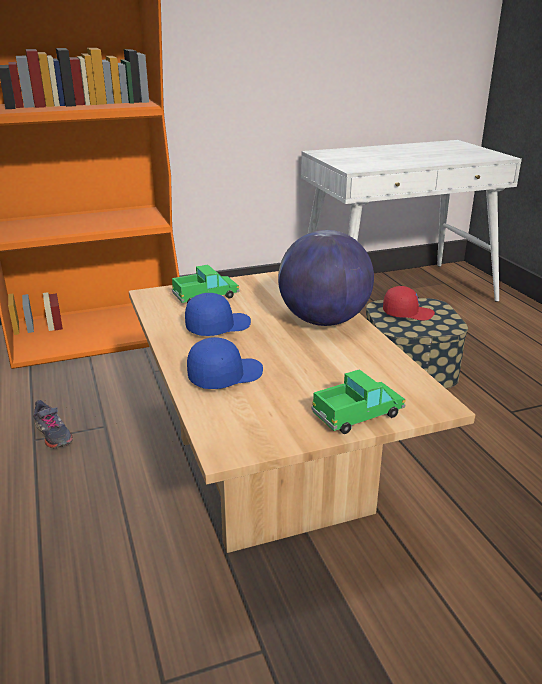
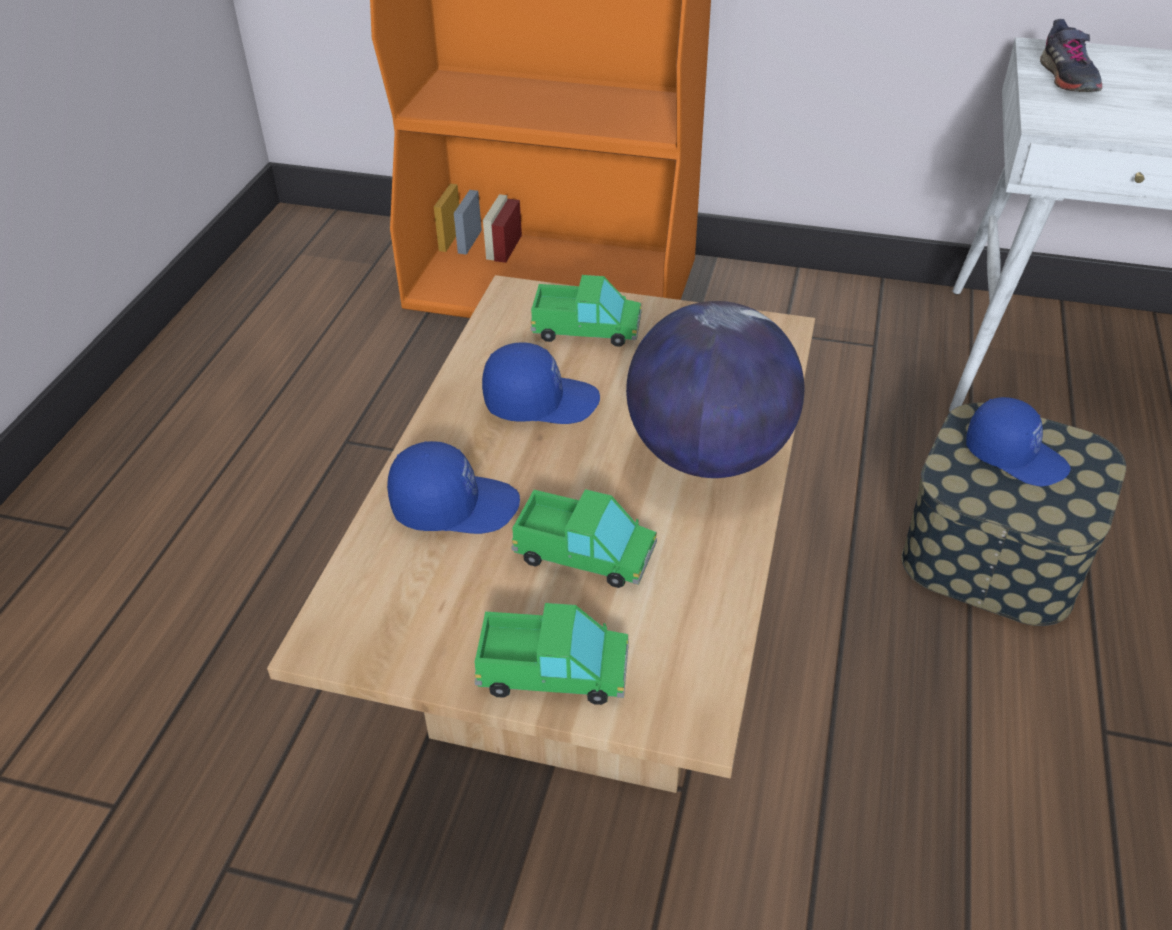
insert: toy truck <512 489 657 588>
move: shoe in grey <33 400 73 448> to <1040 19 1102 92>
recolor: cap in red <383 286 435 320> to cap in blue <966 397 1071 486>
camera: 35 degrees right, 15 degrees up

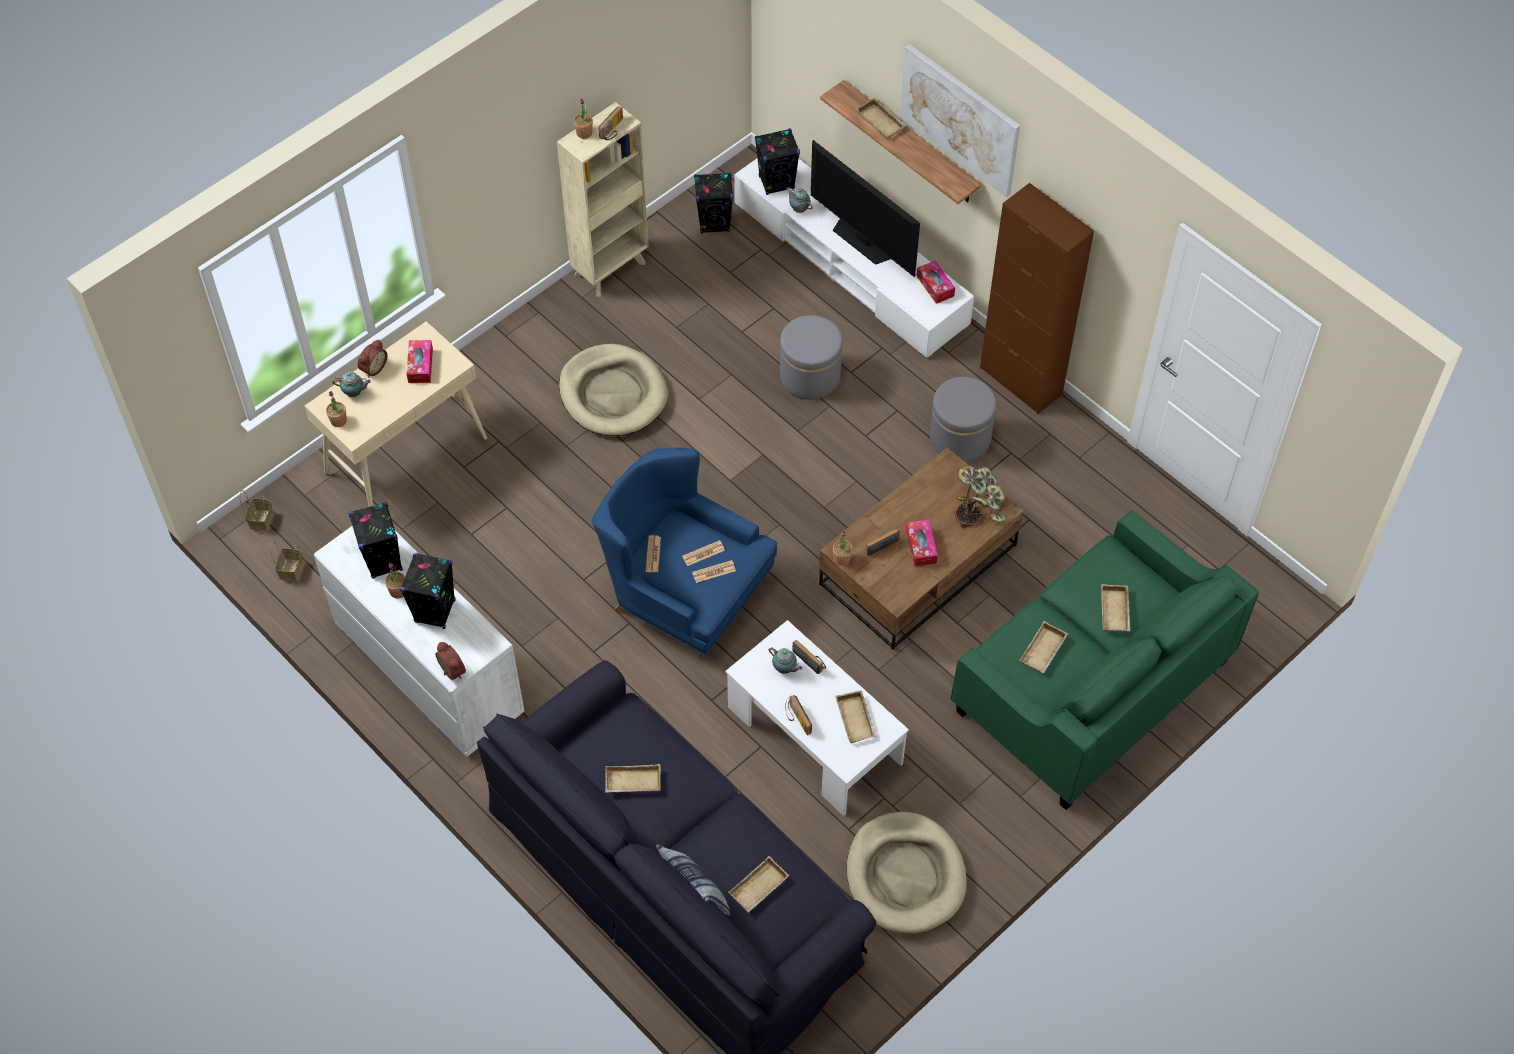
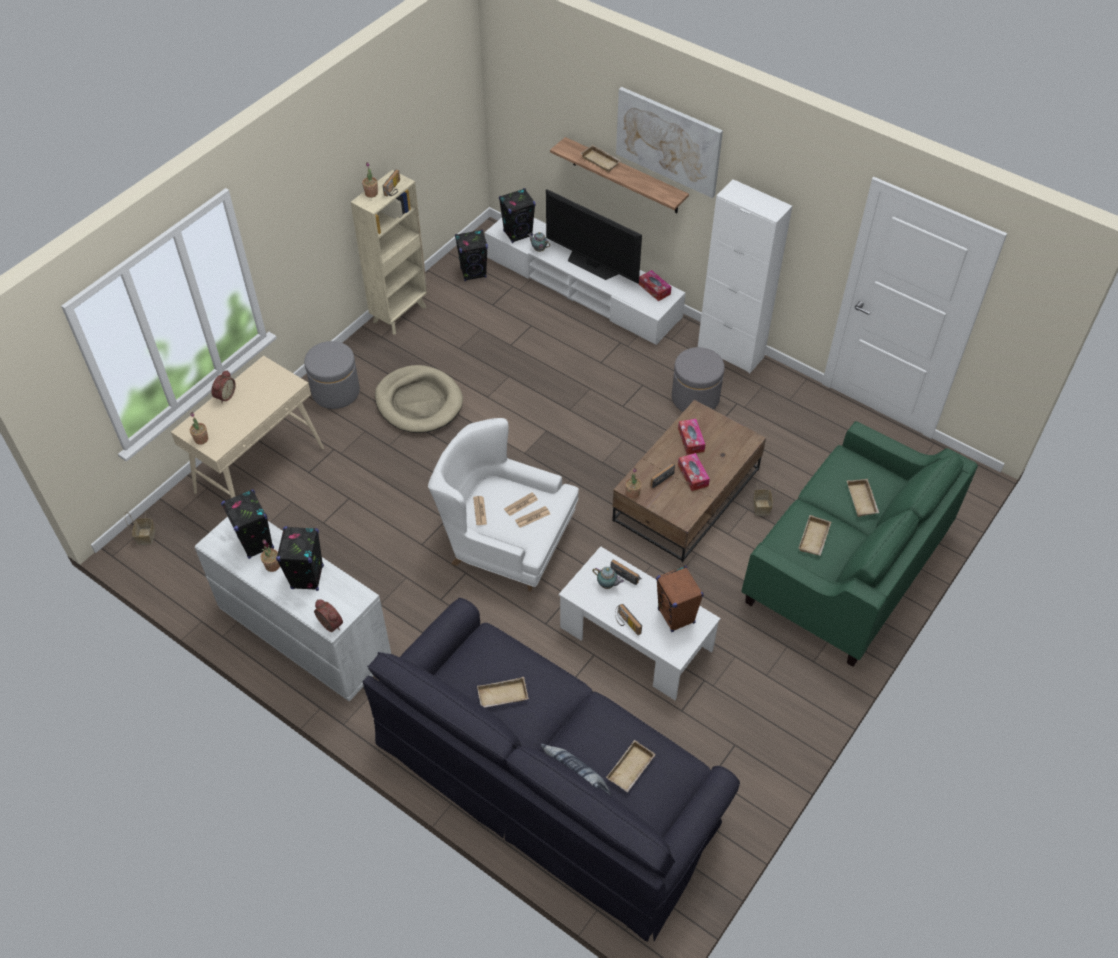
delete: teapot <332 371 371 397>; dog bed in beige <847 812 967 934>; potted plant <955 465 1006 526>
move: basket <271 541 303 581> to <753 482 777 516>; tissue box <407 340 433 383> to <678 419 705 455>; ottoman in grey <780 315 843 400> to <304 341 360 409>
replace: tray in beige <835 690 876 743> to speaker in brown <656 565 704 632>
recolor: armchair in blue <592 447 777 658> to armchair in white <428 418 579 591>; cabinet in brown <980 183 1094 414> to cabinet in white <698 179 792 373>
camera: 10 degrees left, 5 degrees down

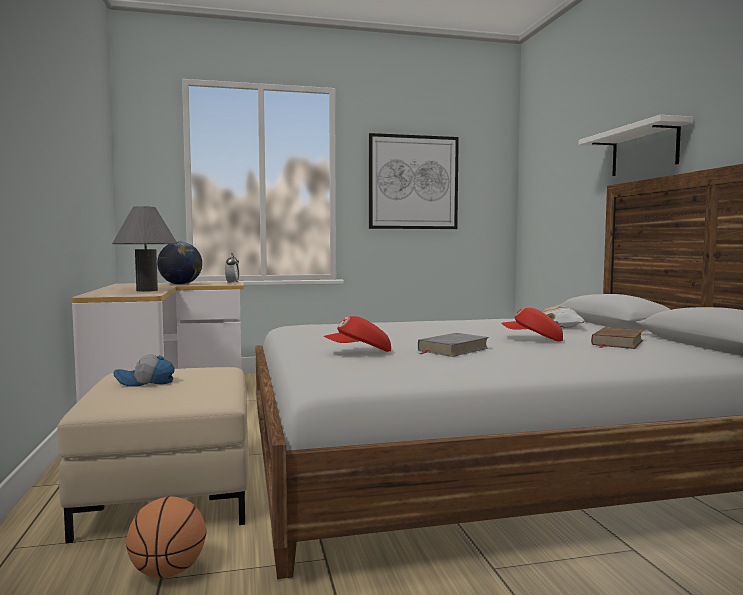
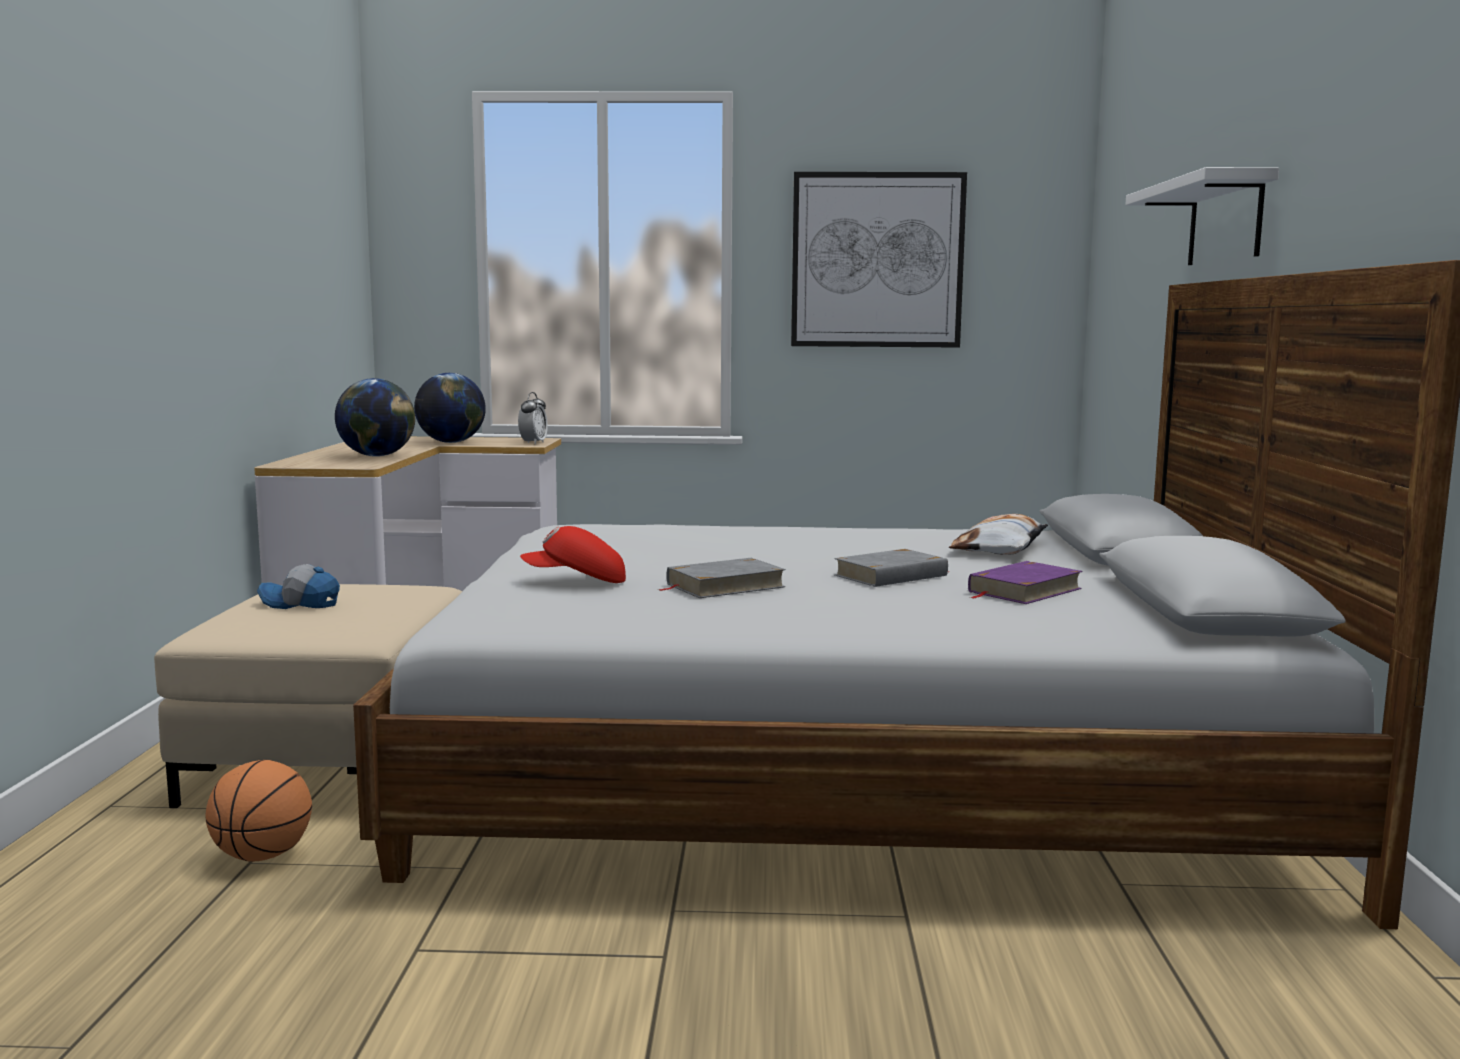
replace: table lamp in grey <112 206 177 292> to globe <335 378 415 457>; cap in red <501 307 563 342> to book in grey <835 549 948 587>
recolor: book in brown <591 327 644 349> to book in purple <968 561 1083 604>
camera: 15 degrees right, 5 degrees up

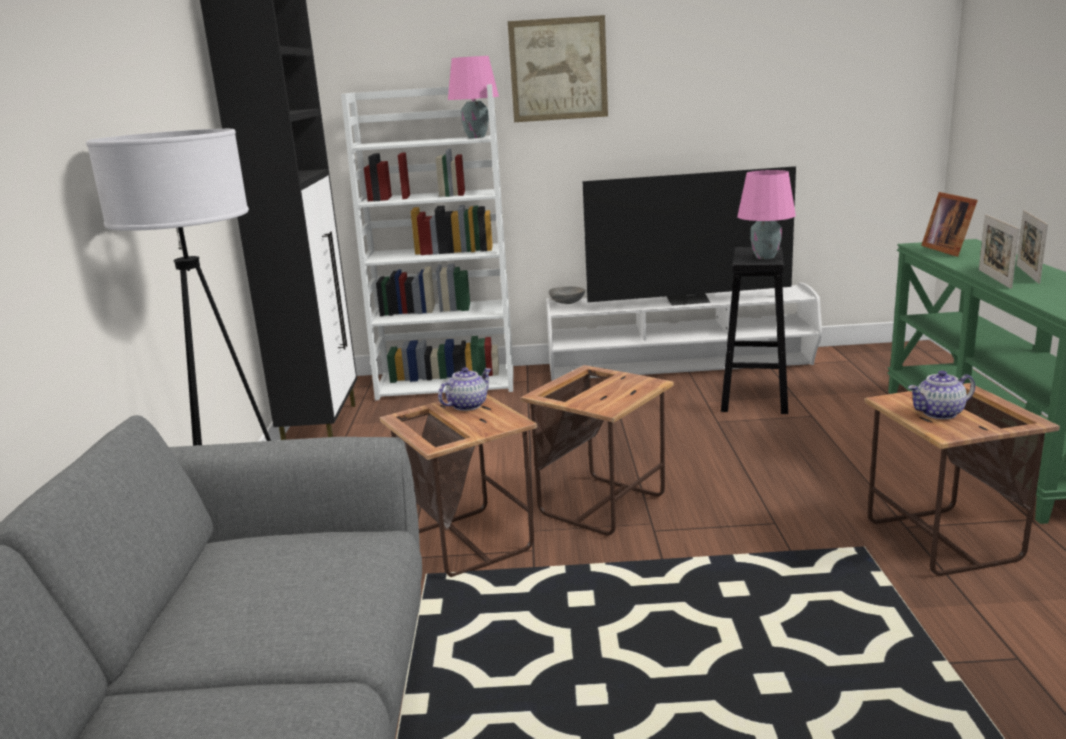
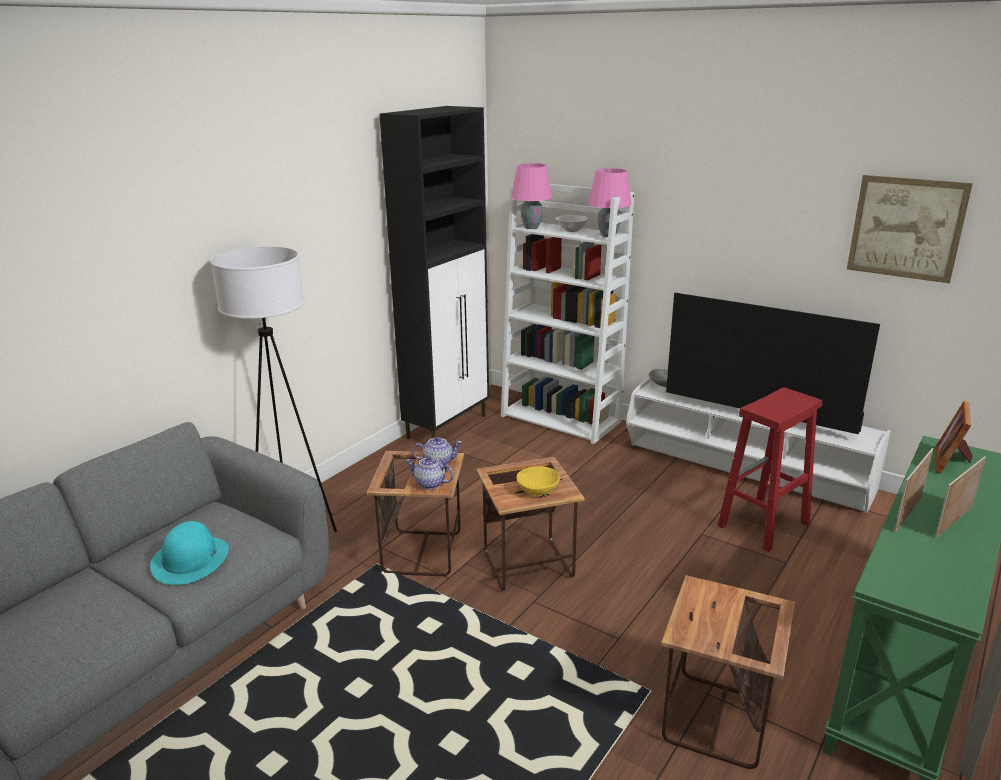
insert: hat in turquoise <150 521 229 585>; bowl in yellow <517 466 560 496>; bowl in white <556 215 589 232>
move: picture <508 15 608 122> to <847 175 973 283>; table lamp in pink <737 170 796 259> to <511 163 552 229>; teapot <908 370 975 419> to <406 456 454 489>
recolor: stool in black <721 247 788 414> to stool in red <718 387 822 552>
camera: 35 degrees right, 5 degrees up

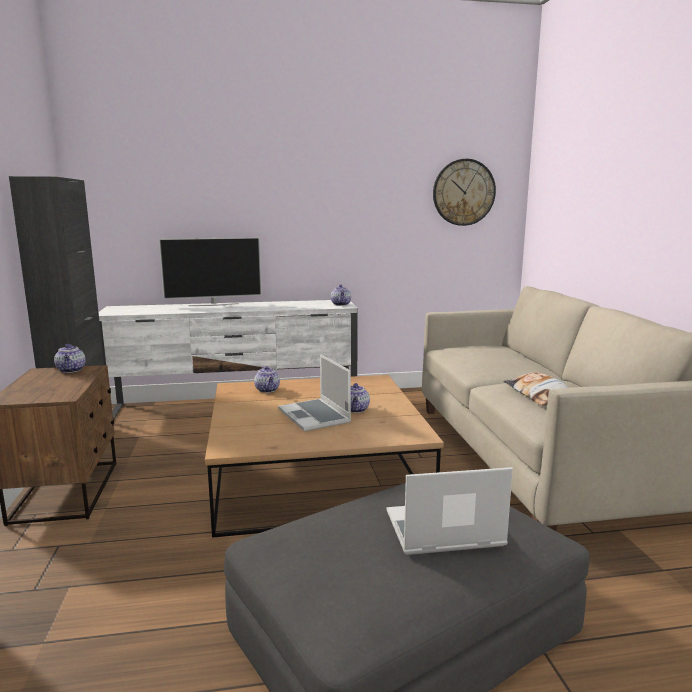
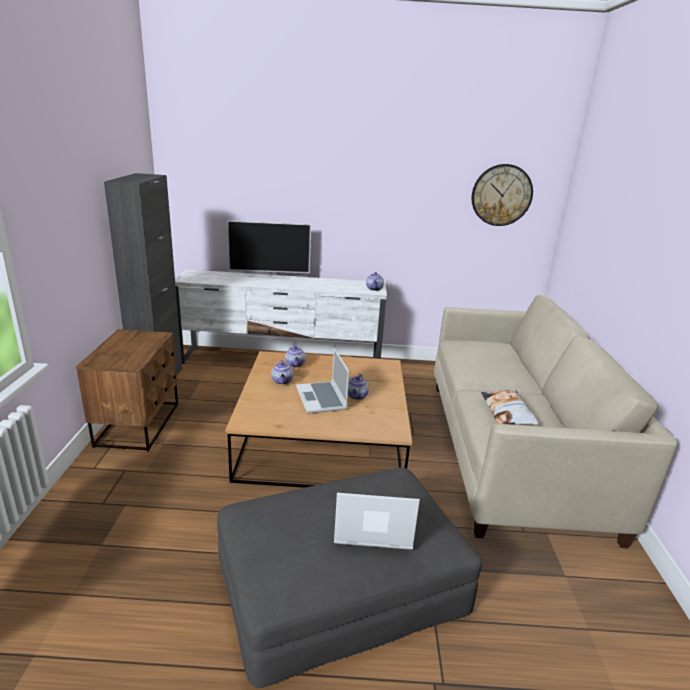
move: teapot <54 344 86 373> to <271 360 293 385>
camera: 10 degrees right, 10 degrees up

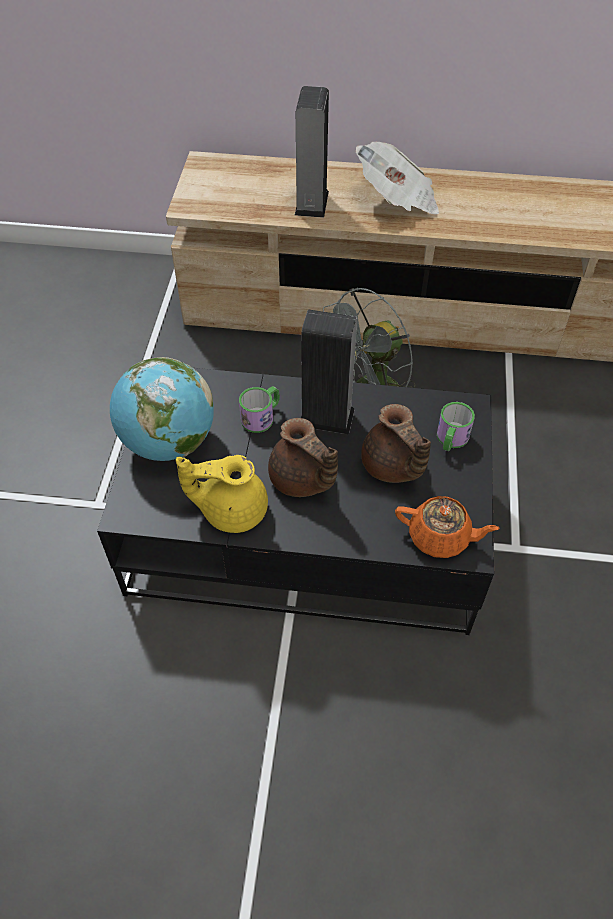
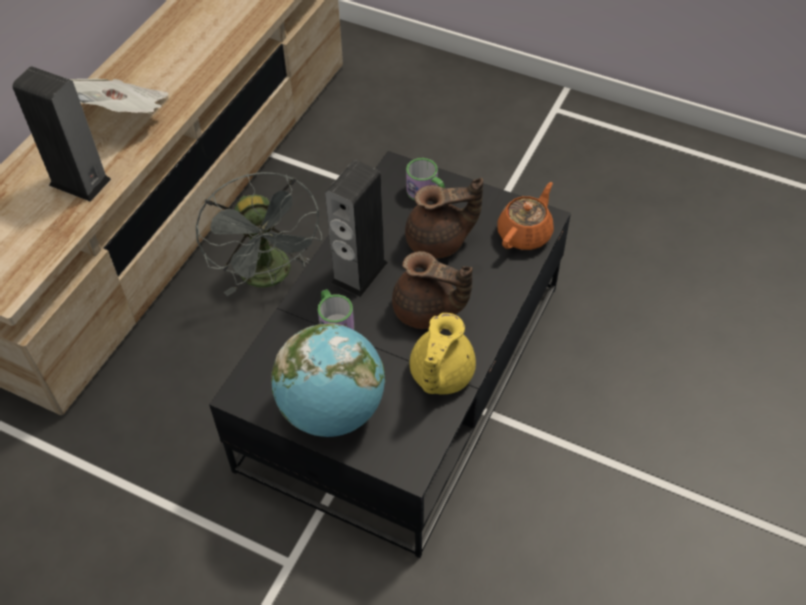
rotate: teapot in brown <268 418 338 497> = <392 251 473 329> 45 degrees clockwise
camera: 70 degrees left, 0 degrees up

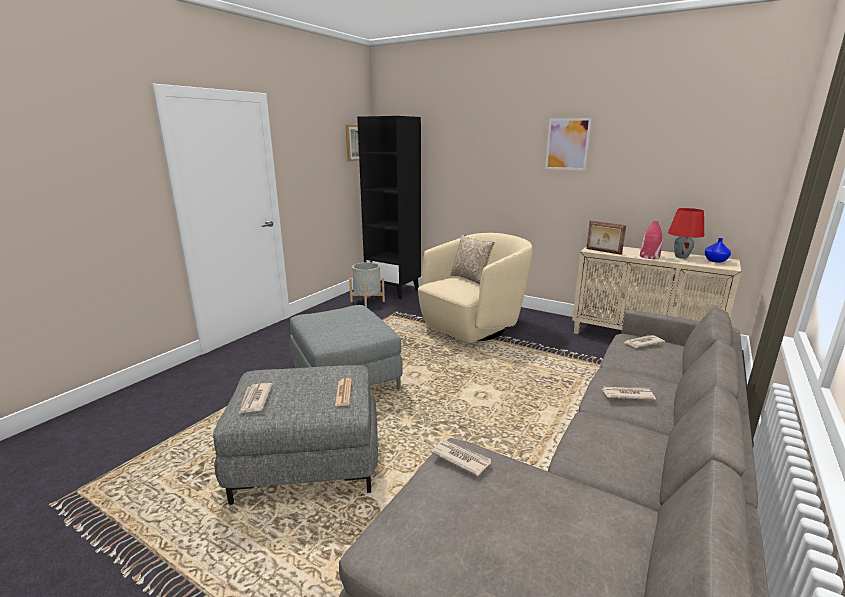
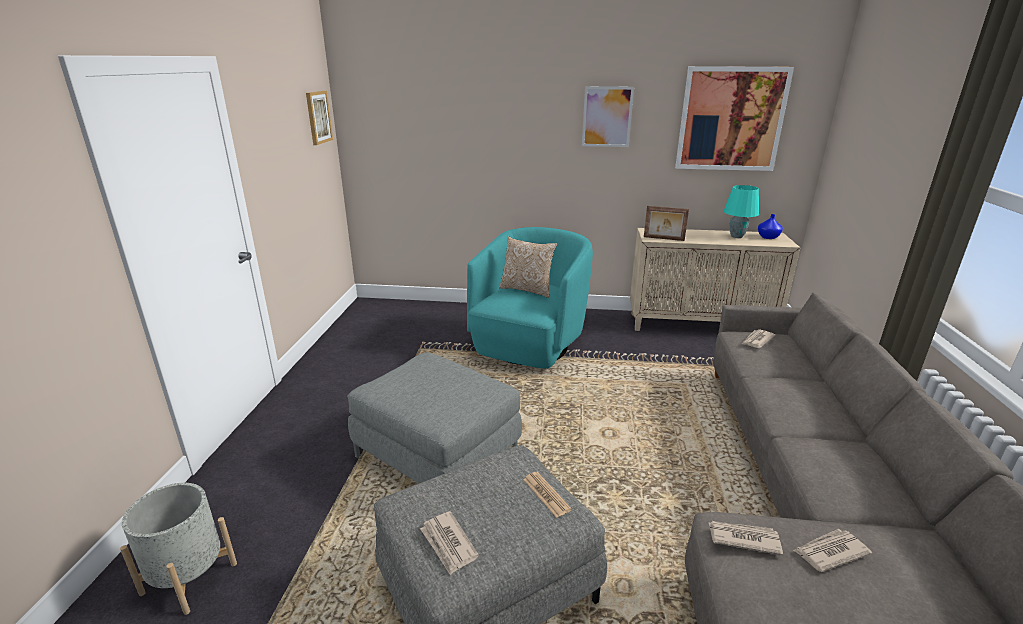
delete: bookcase in black <357 116 421 299>; vase in red <640 221 663 259>
insert: picture <675 66 794 171>
move: planter in grey <349 262 385 307> to <120 483 237 615>; newspaper <602 387 656 400> to <793 529 872 572>
recolor: armchair in beige <418 233 533 343> to armchair in turquoise <467 227 593 369>; table lamp in red <668 208 704 259> to table lamp in turquoise <724 185 759 238>
camera: 25 degrees left, 5 degrees up

